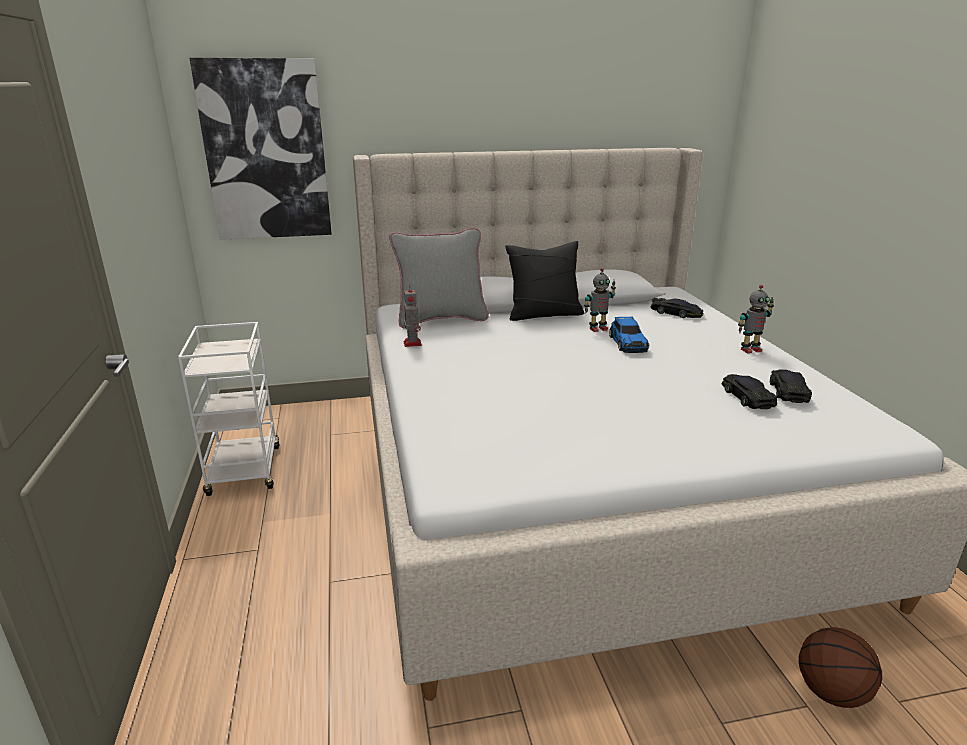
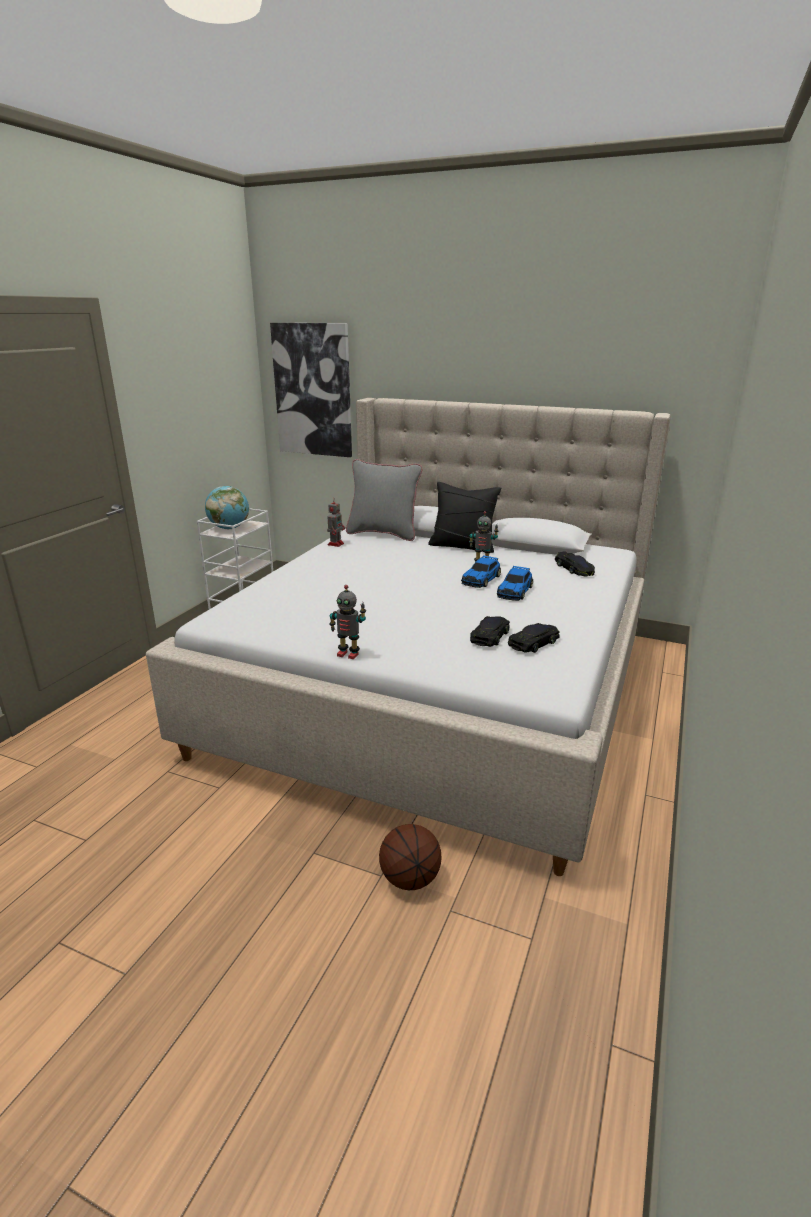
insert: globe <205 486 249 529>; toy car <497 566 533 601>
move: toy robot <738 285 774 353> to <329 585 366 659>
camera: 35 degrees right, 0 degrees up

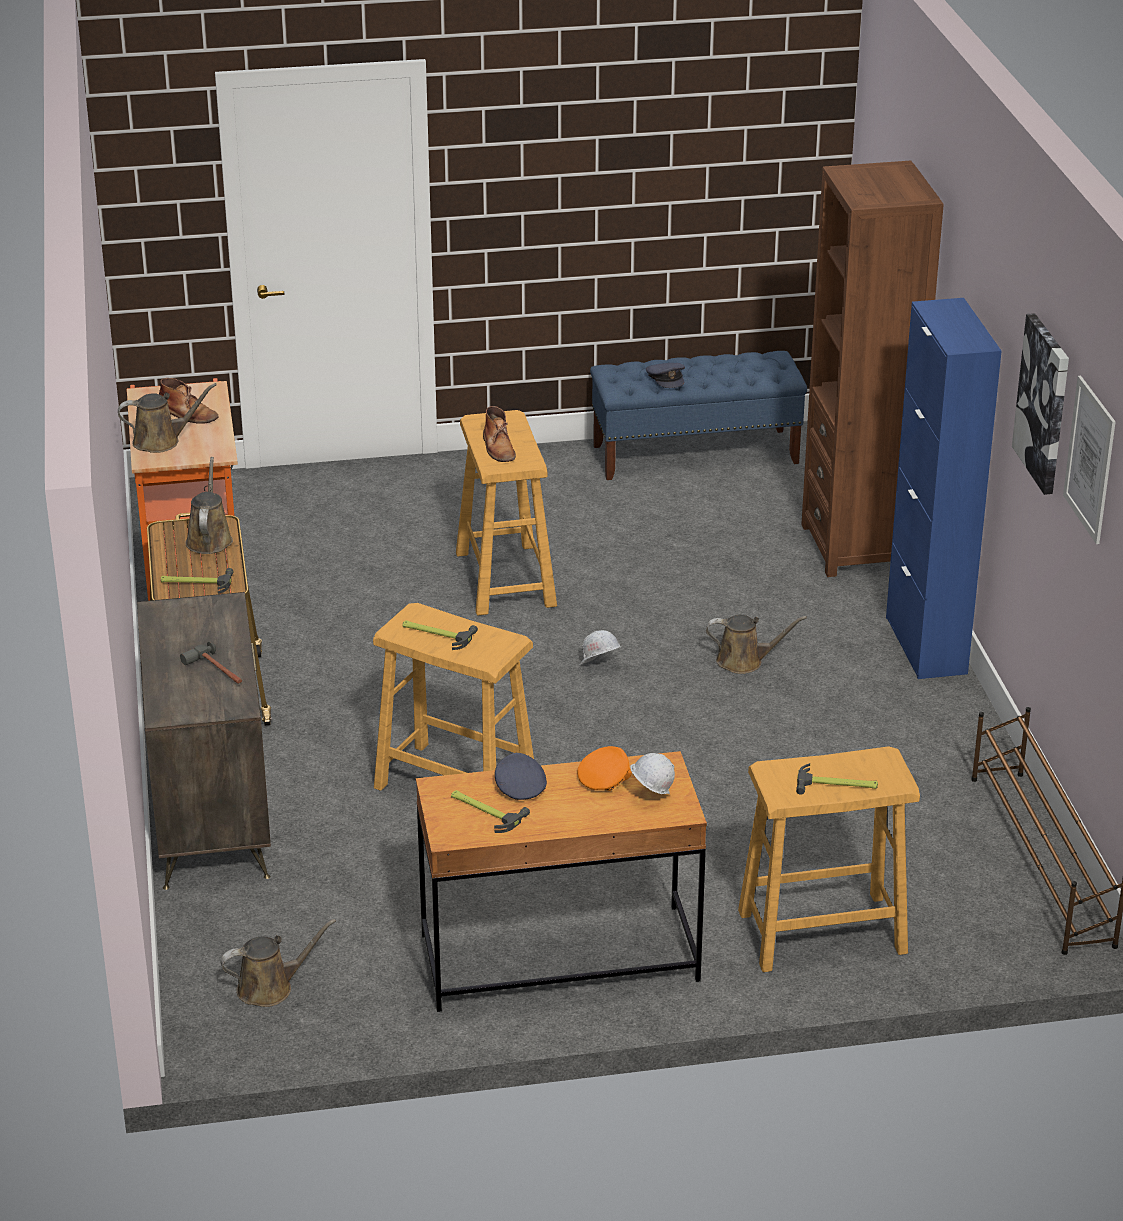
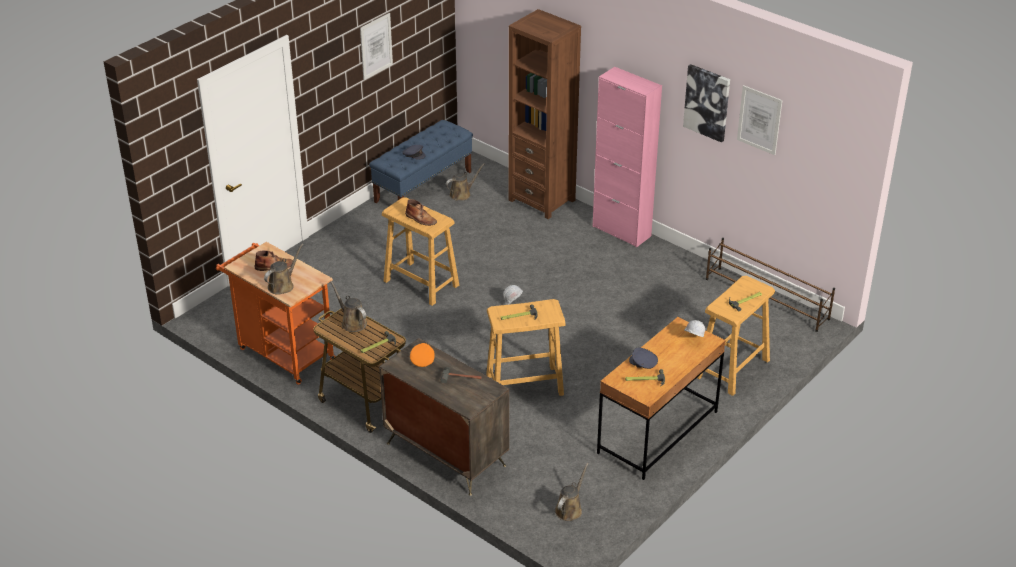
insert: picture <360 13 393 80>
move: cap in orange <577 746 631 791> to <410 343 435 367>; watering can in brown <706 615 807 674> to <445 163 485 200>
recolor: cabinet in blue <886 298 1002 679> to cabinet in pink <593 67 662 247>
camera: 40 degrees left, 5 degrees up

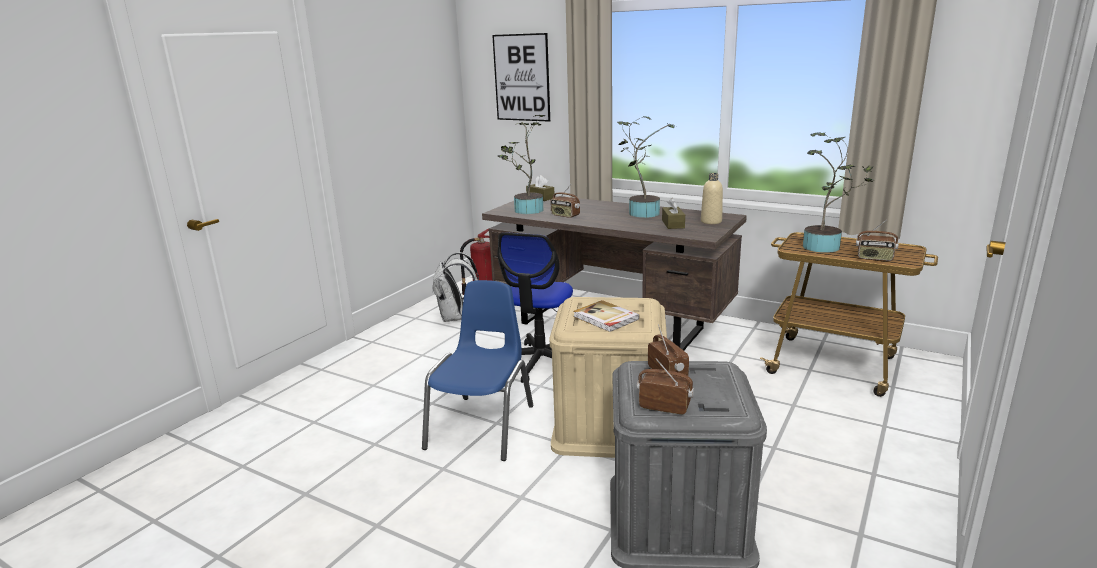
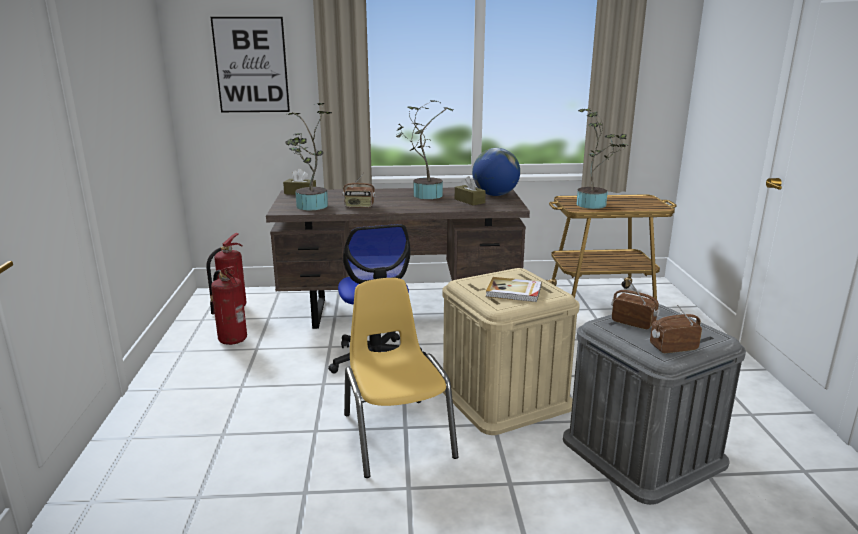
delete: radio <856 220 899 261>
replace: backpack in white <432 252 479 322> to fire extinguisher <211 266 247 345>; bottle in beige <701 173 723 224> to globe <472 148 520 196>
recolor: chair in blue <422 280 533 461> to chair in yellow <344 278 458 478>
camera: 35 degrees left, 0 degrees up

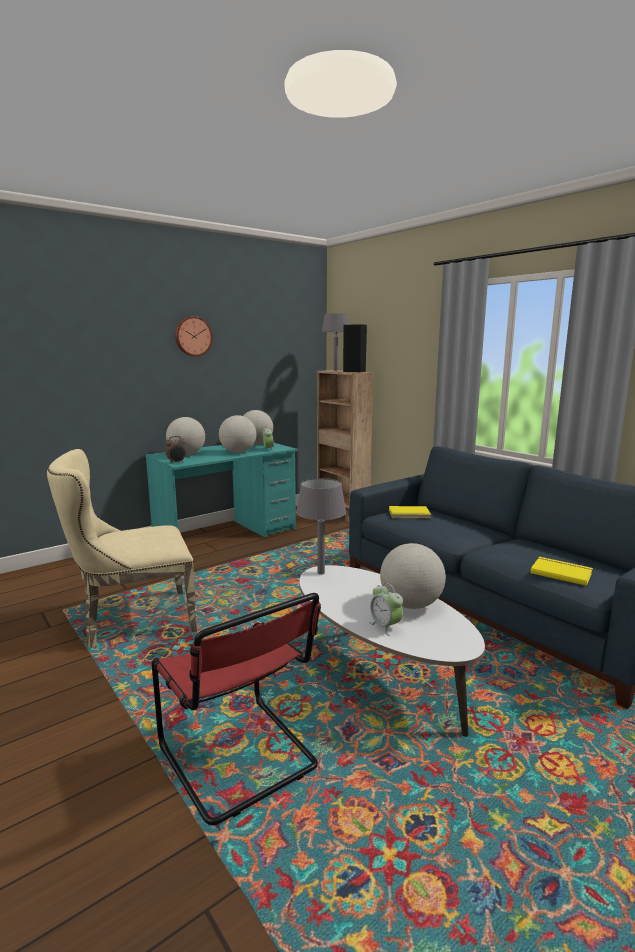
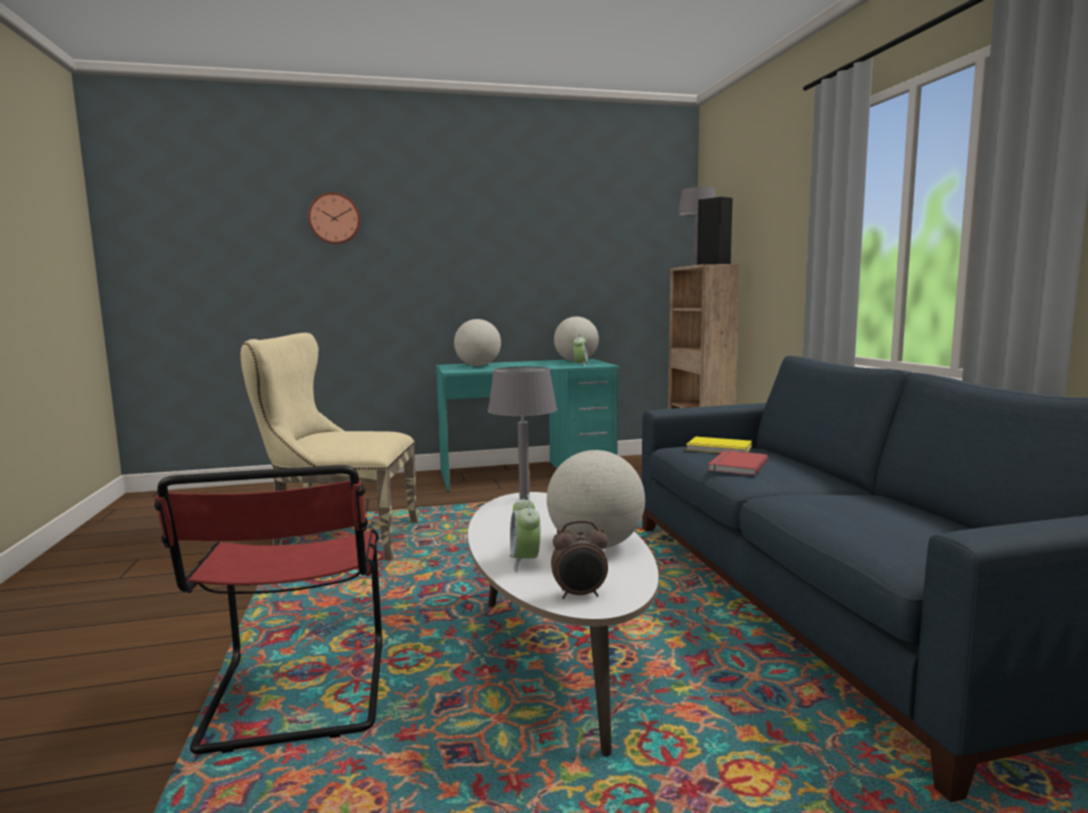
delete: globe <219 415 256 453>; book in yellow <530 557 593 586>
insert: book in red <708 450 768 476>
move: alarm clock <165 436 186 464> to <551 520 608 599>; wall clock <175 316 213 356> to <308 192 361 245>
camera: 25 degrees right, 5 degrees down

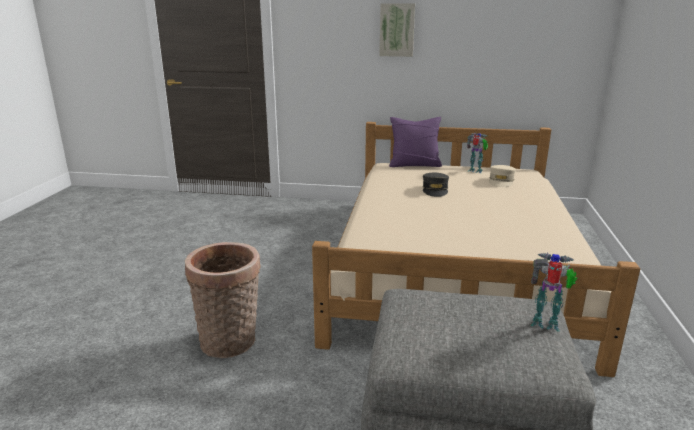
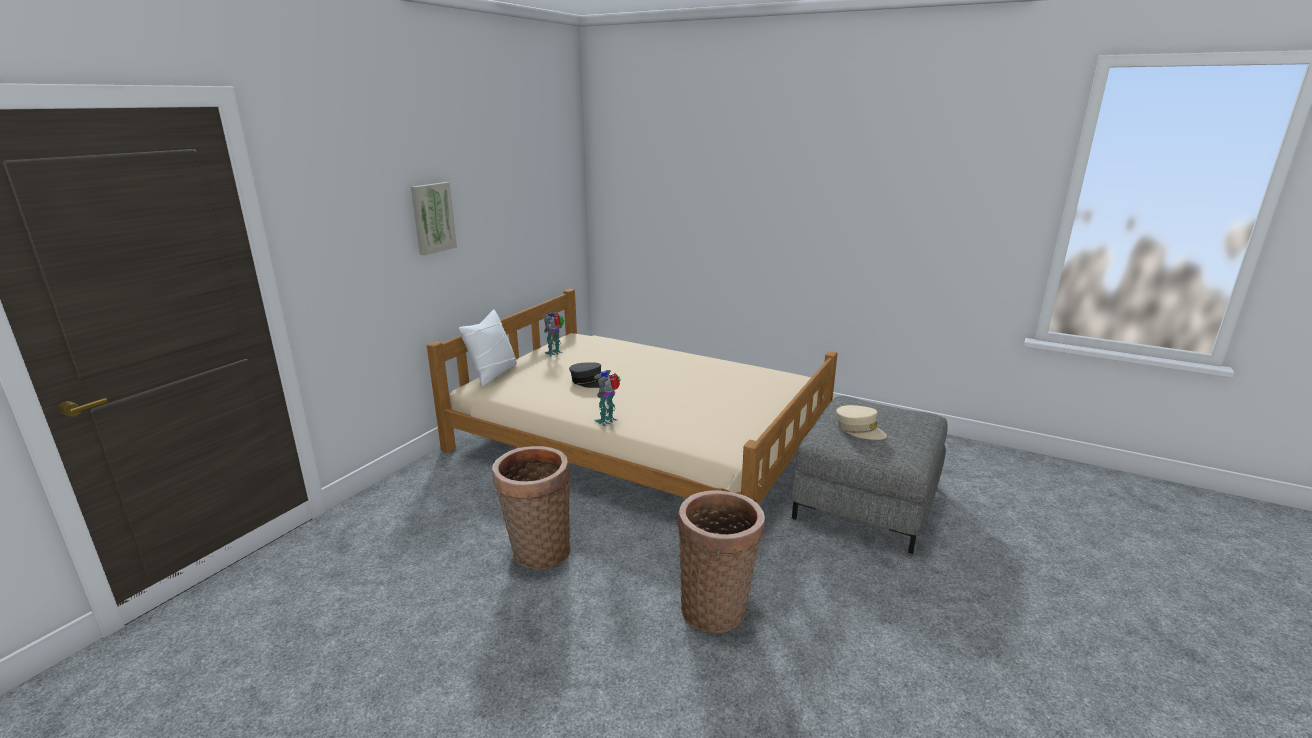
insert: basket <492 446 571 569>
move: cap in beige <489 165 516 187> to <836 405 887 440>; toy robot <531 253 577 332> to <594 370 621 426>
recolor: pillow in purple <389 117 442 167> to pillow in white <459 310 517 387>
camera: 70 degrees left, 0 degrees up

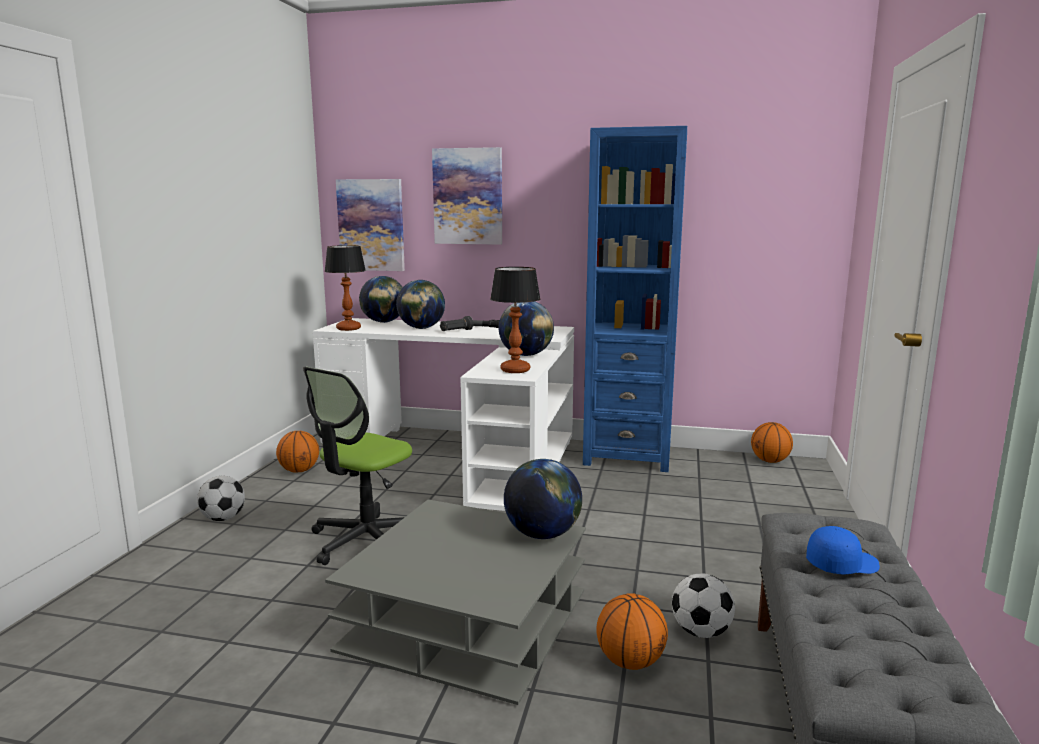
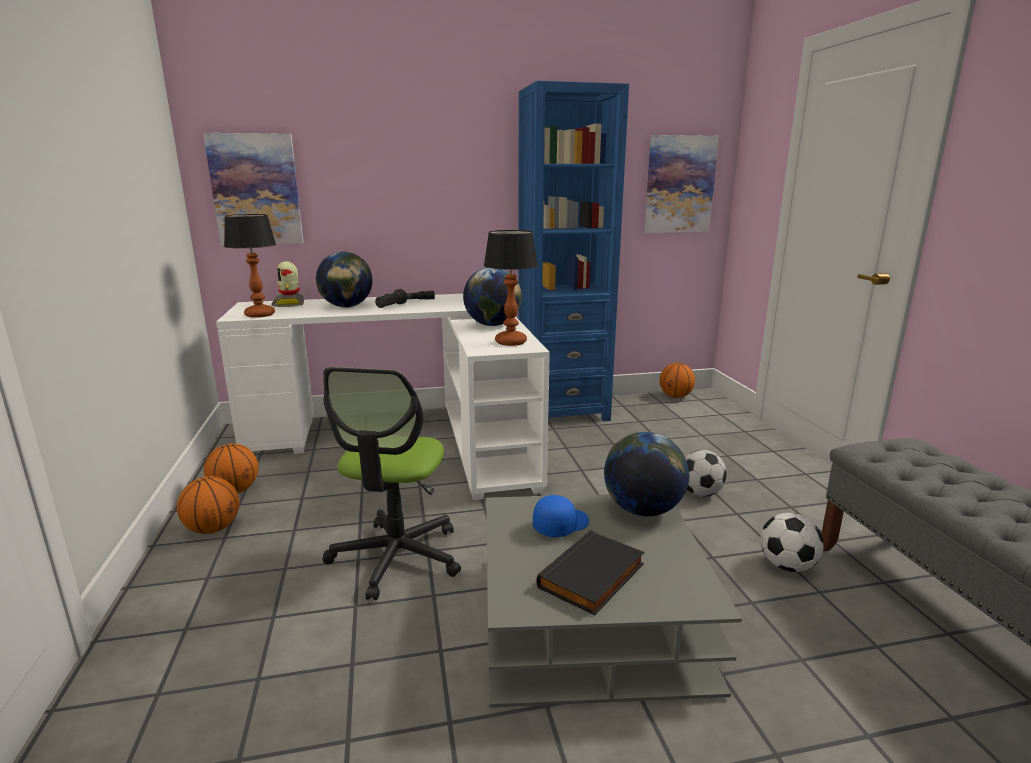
insert: book in black <537 530 644 615>
move: football <197 476 245 521> to <685 450 727 497>; picture <432 147 502 245> to <644 135 719 233>; basketball <596 593 668 670> to <177 476 239 534>; cap in blue <806 526 880 574> to <533 495 589 537>
replace: globe <359 276 403 323> to toy robot <271 261 304 307>
camera: 25 degrees left, 5 degrees up

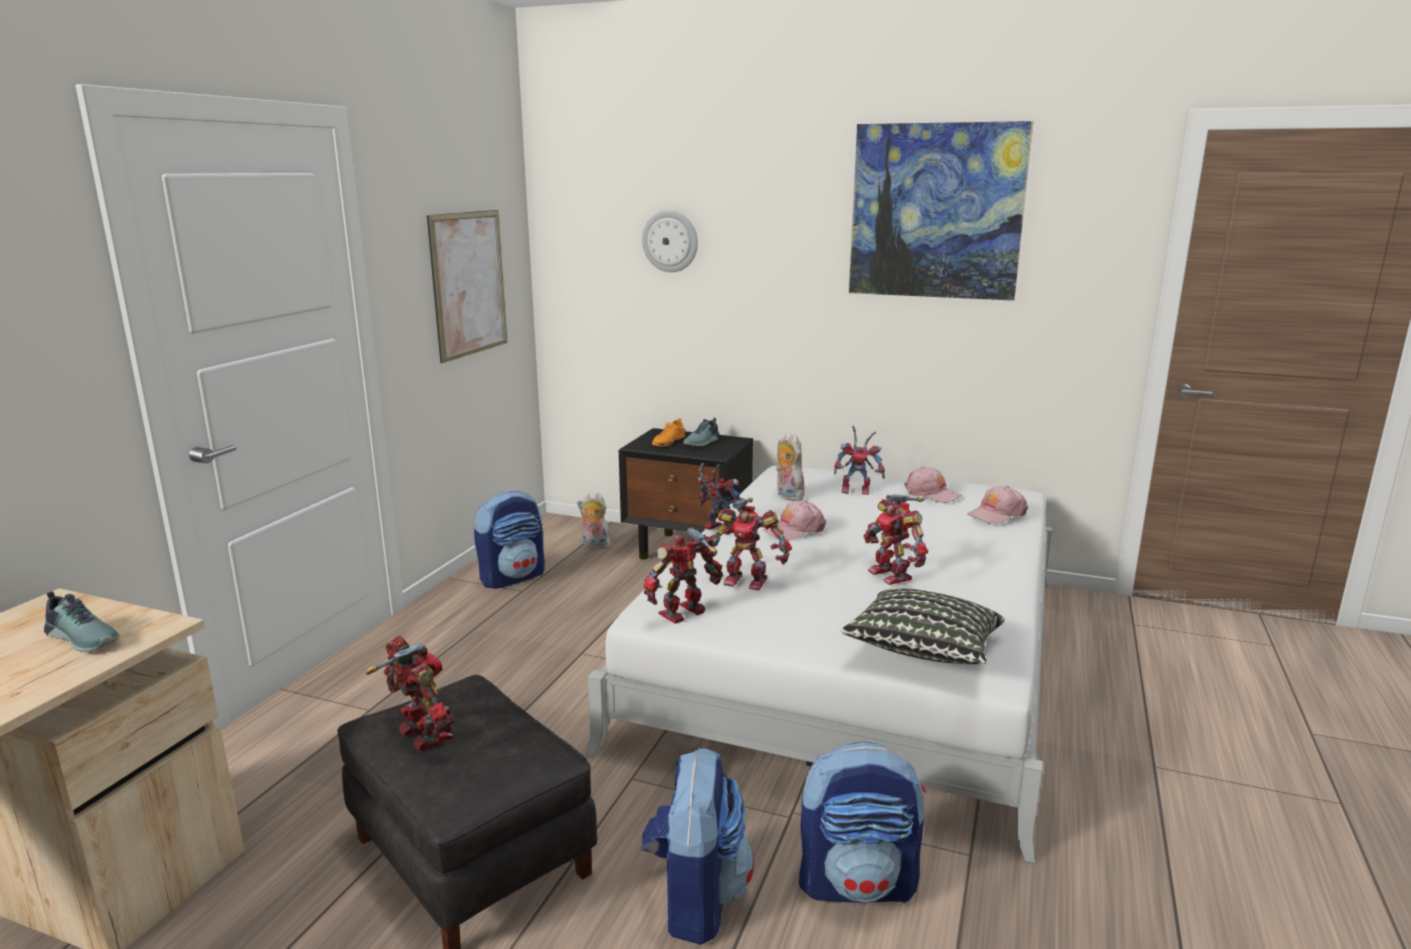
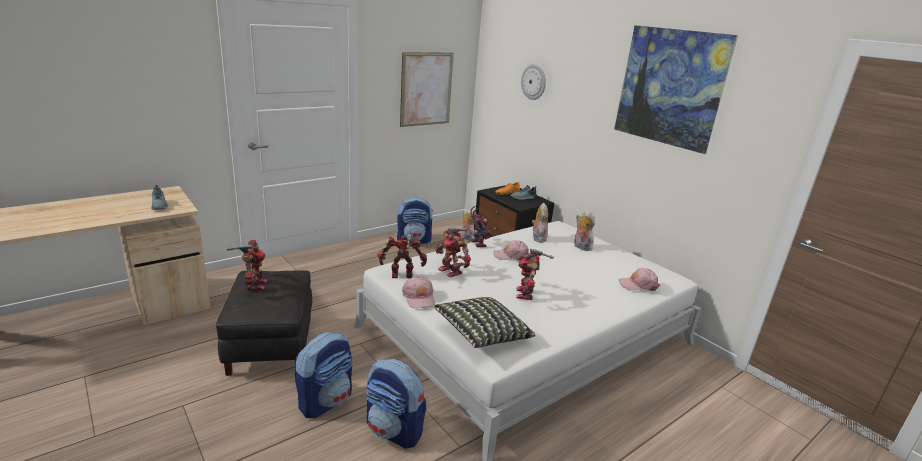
move: cap in pink <904 467 962 503> to <402 276 435 308>
replace: toy robot <834 425 885 495> to plush toy <574 211 595 251>
camera: 30 degrees right, 5 degrees up

